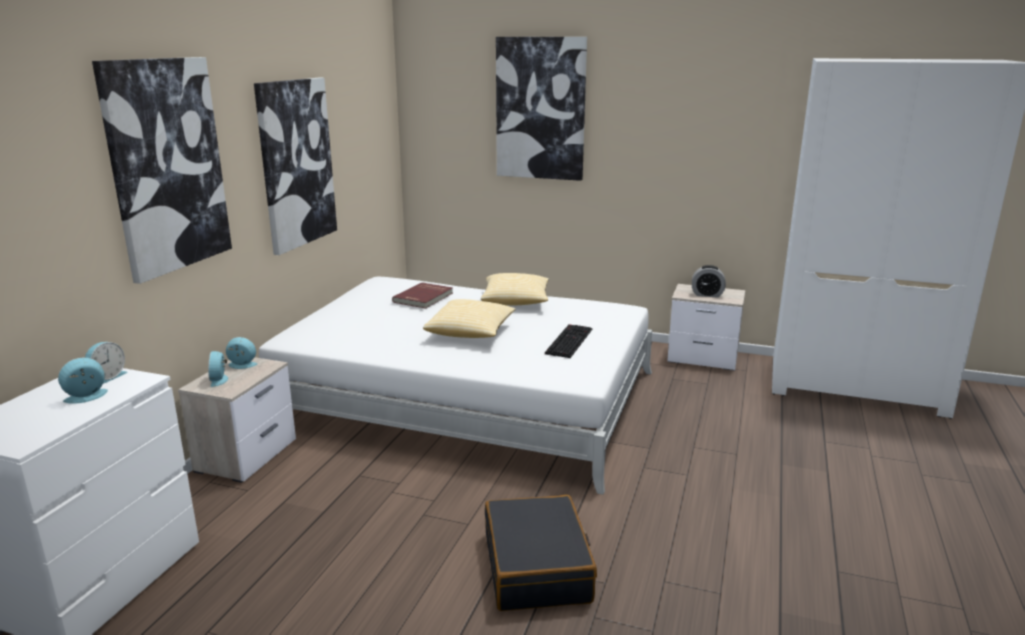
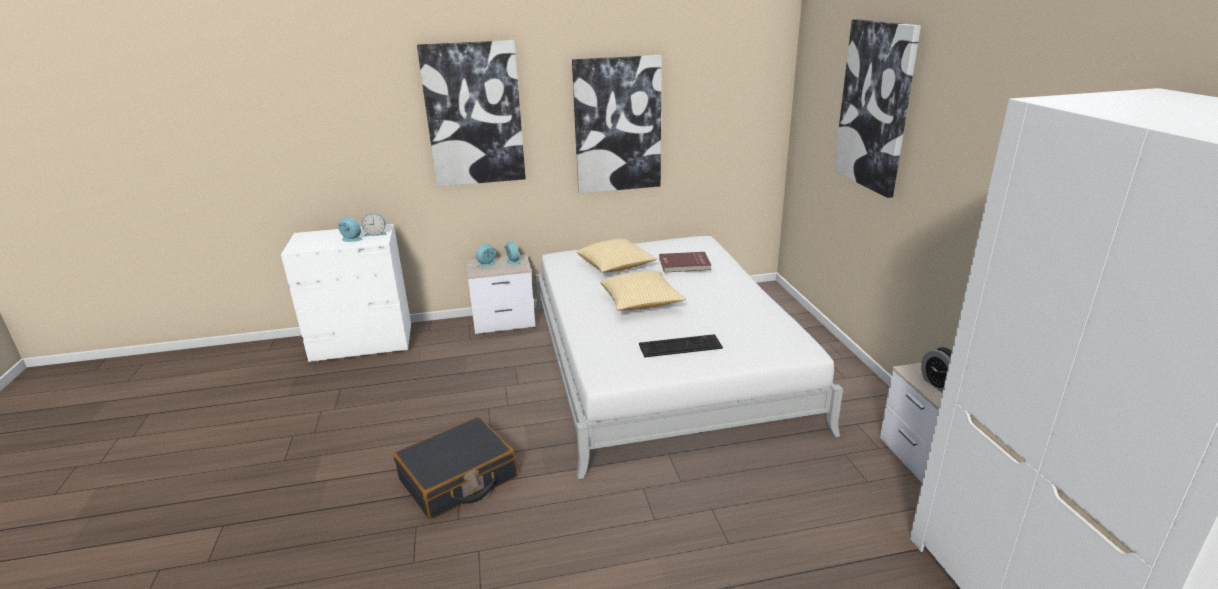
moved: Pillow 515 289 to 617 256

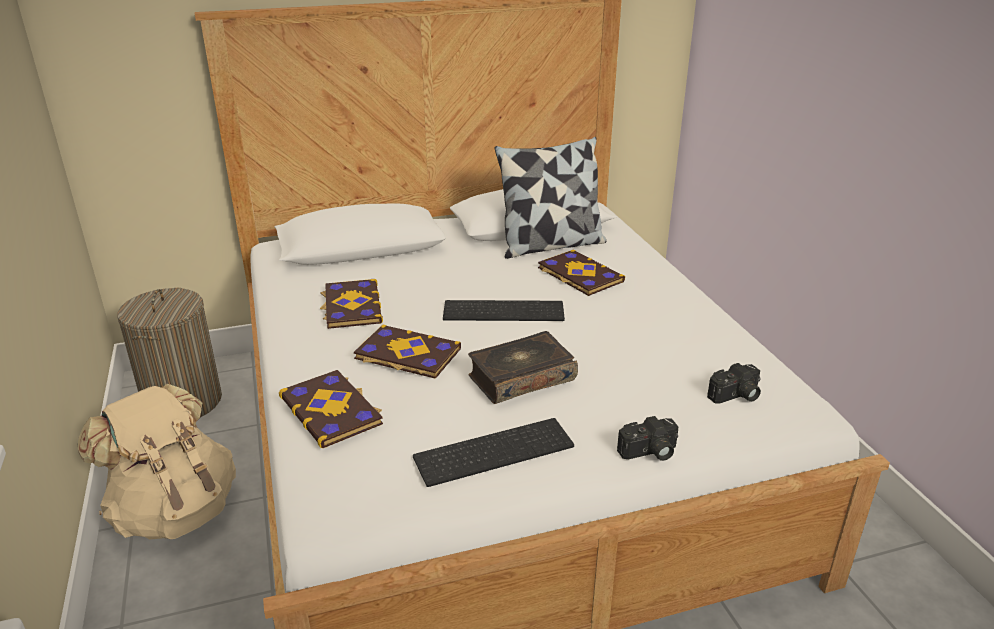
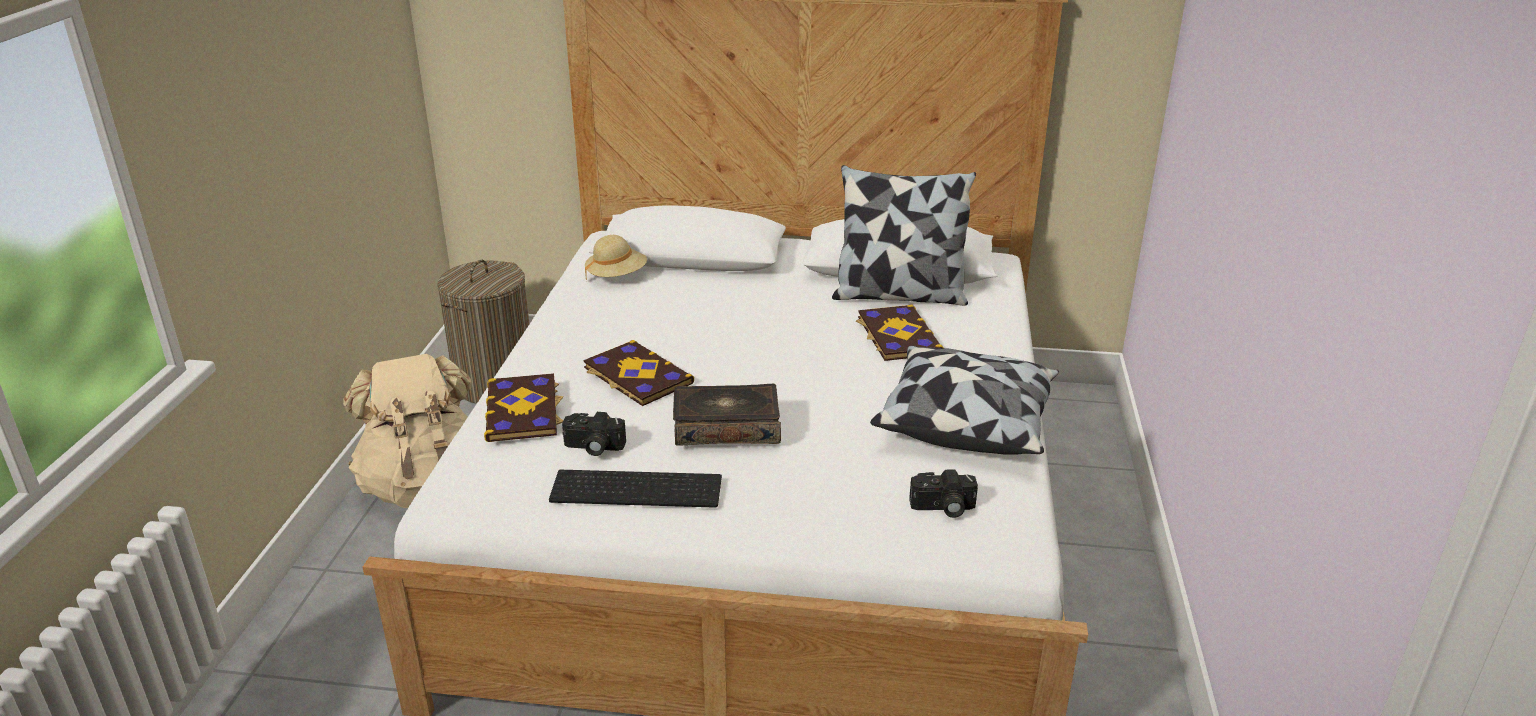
removed: Book 351 304; Keyboard 504 310
added: BeigeHat 616 257; Pillow 964 400
moved: PhotoCamera 648 438 to 594 434

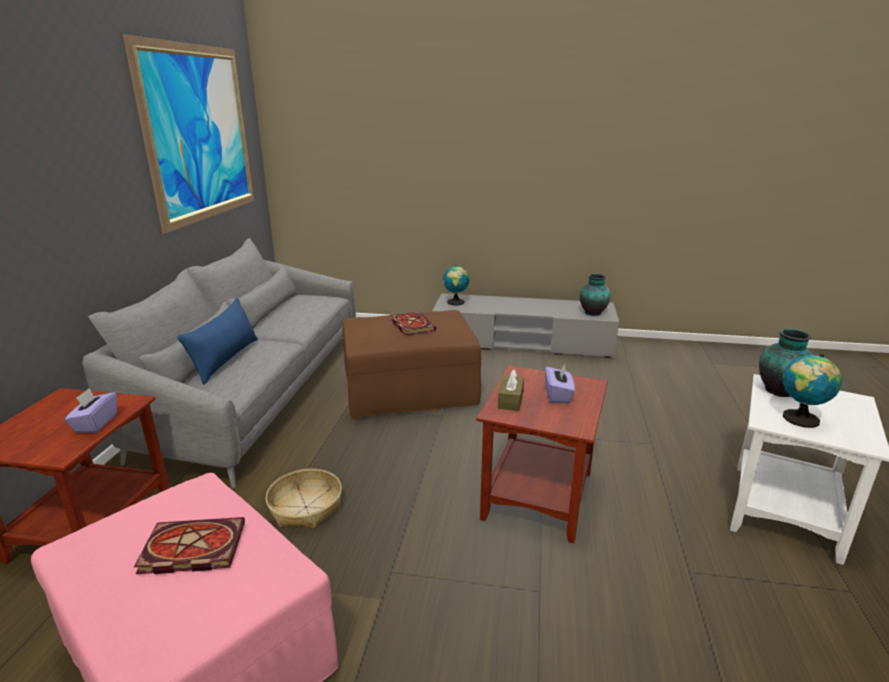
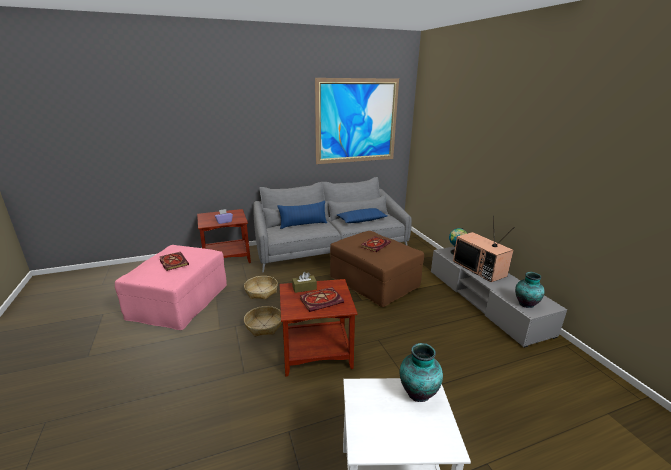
removed: Globe 812 391
added: Basket 263 321; BluePillow 362 215; Television 484 249
replaced: PurpleTissueBox 560 383 to Book 322 299

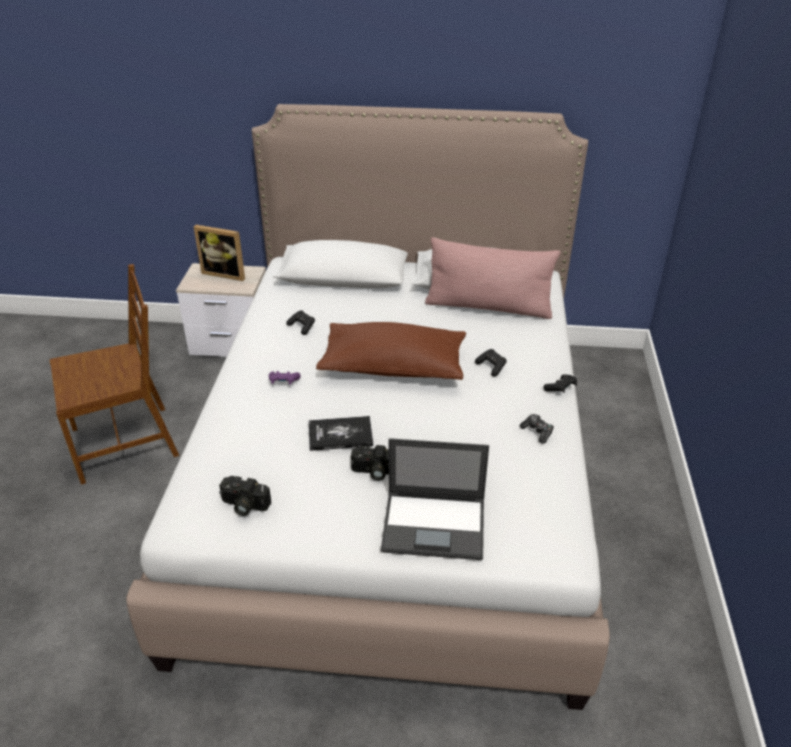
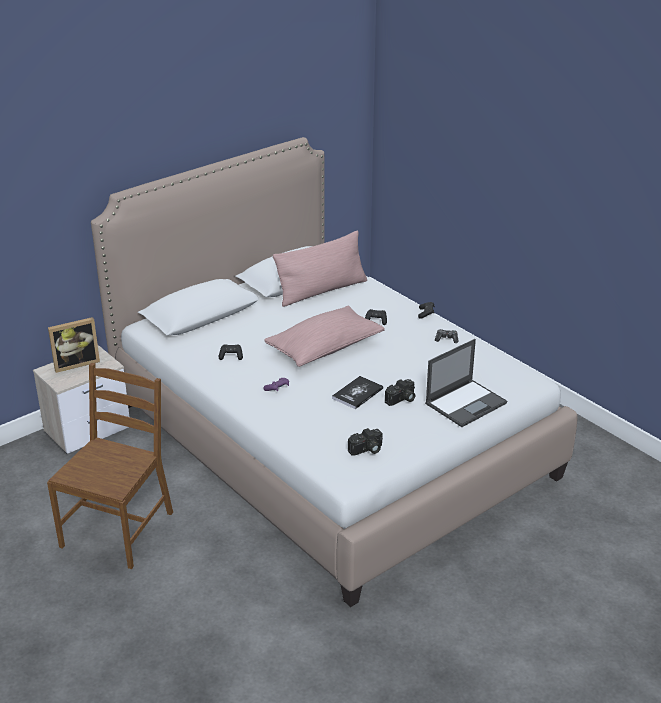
recoloured: BrownPillow 391 351 to PinkPillow 324 336

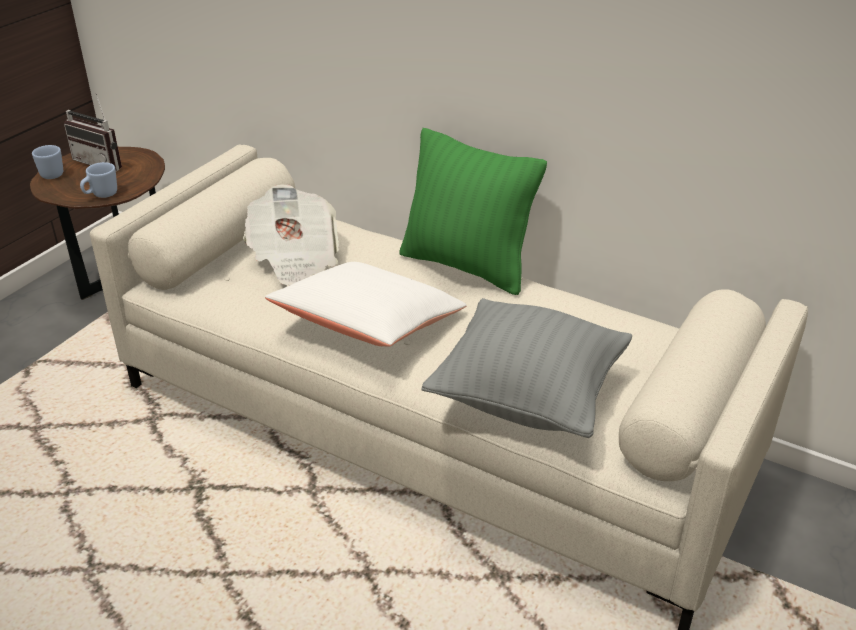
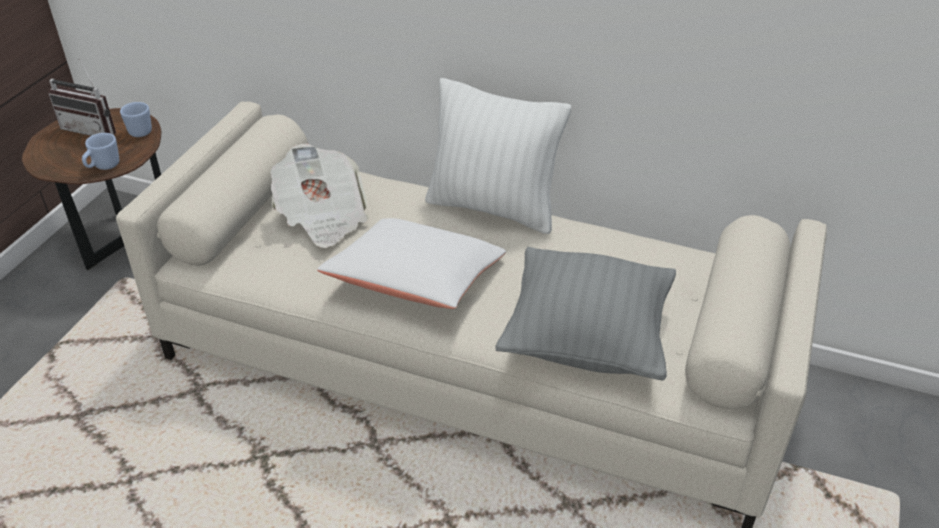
moved: BlueMug 47 162 to 136 119
recoloured: GreenPillow 473 211 to WhitePillow 498 156

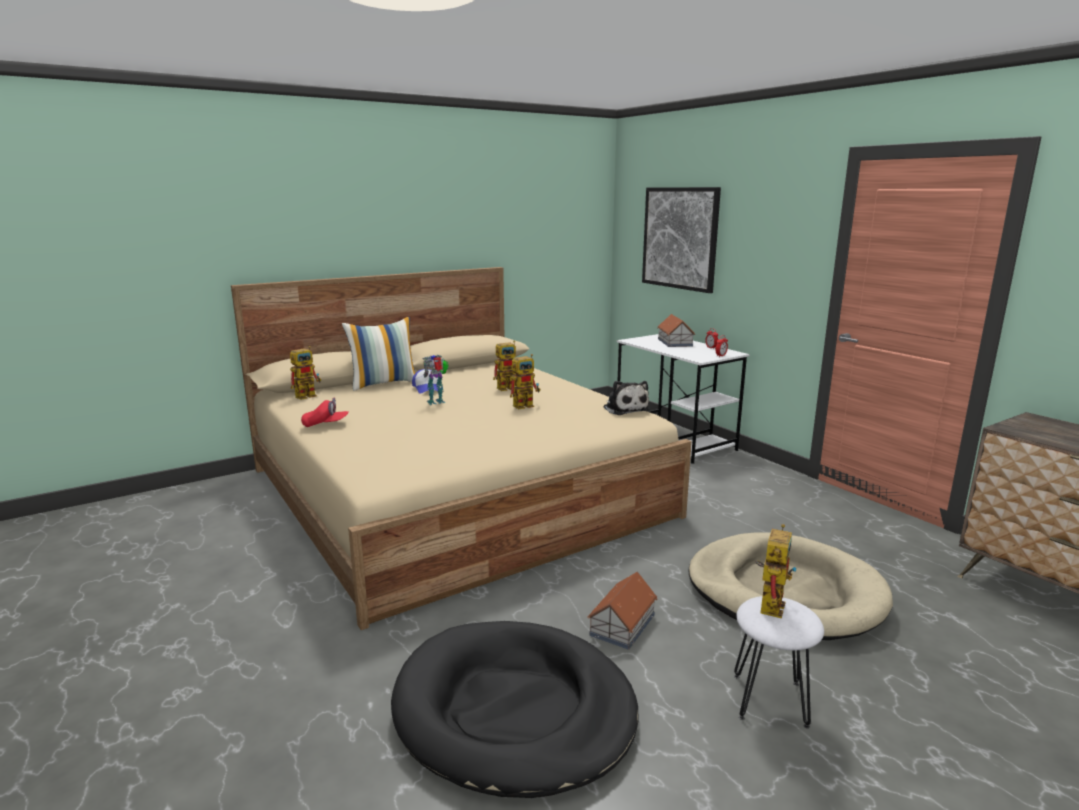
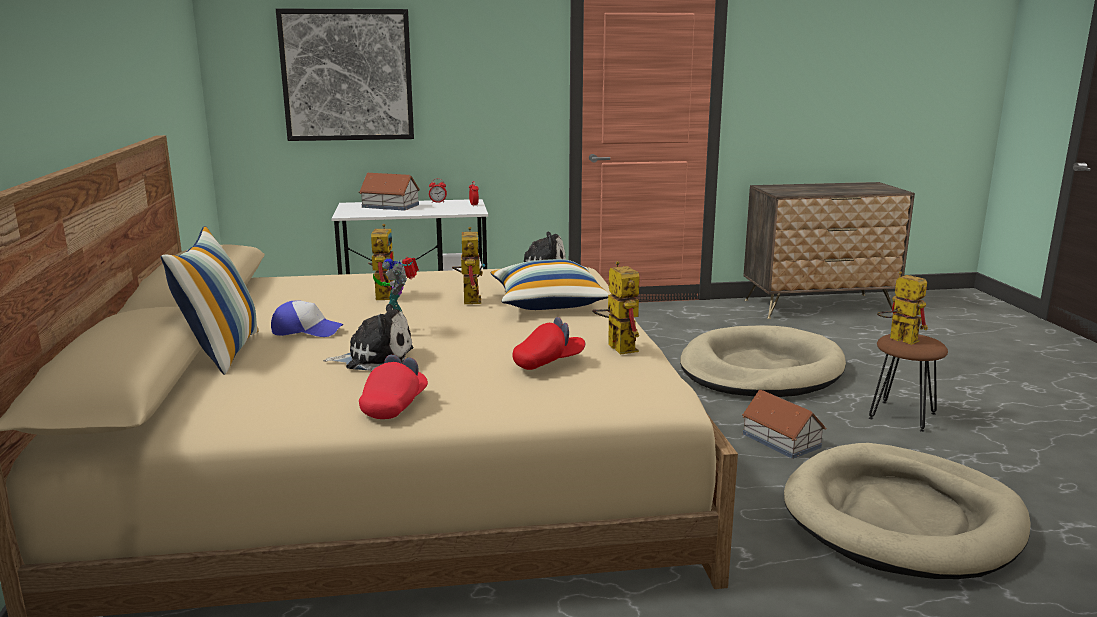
added: PlushToy 368 337; Pillow 550 284; RedCap 548 343
moved: ToyRobot 305 373 to 616 308
recoloured: BlackDogBed 514 709 to BeigeDogBed 907 511; WhiteStool 779 662 to BrownStool 908 383

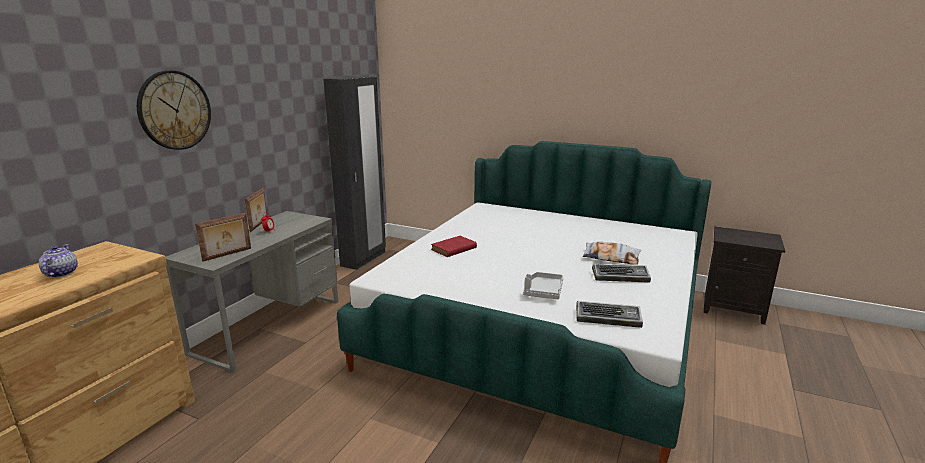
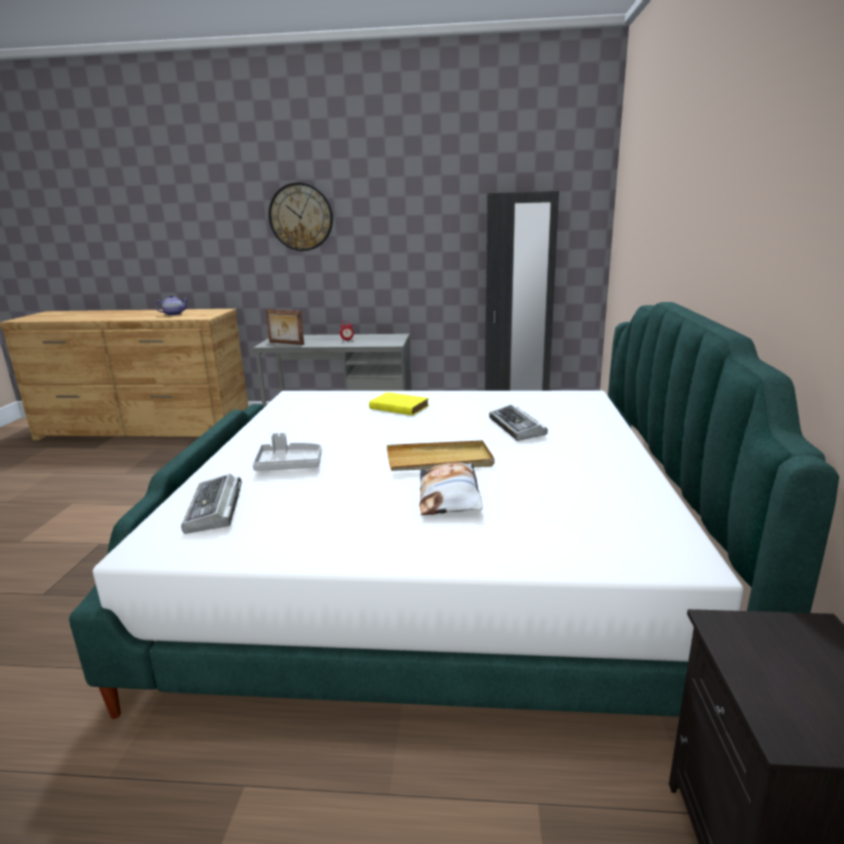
removed: PictureFrame 256 210
added: BeigeTray 440 455
moved: Keyboard 621 273 to 518 422
recoloured: RedBook 454 246 to YellowBook 399 404

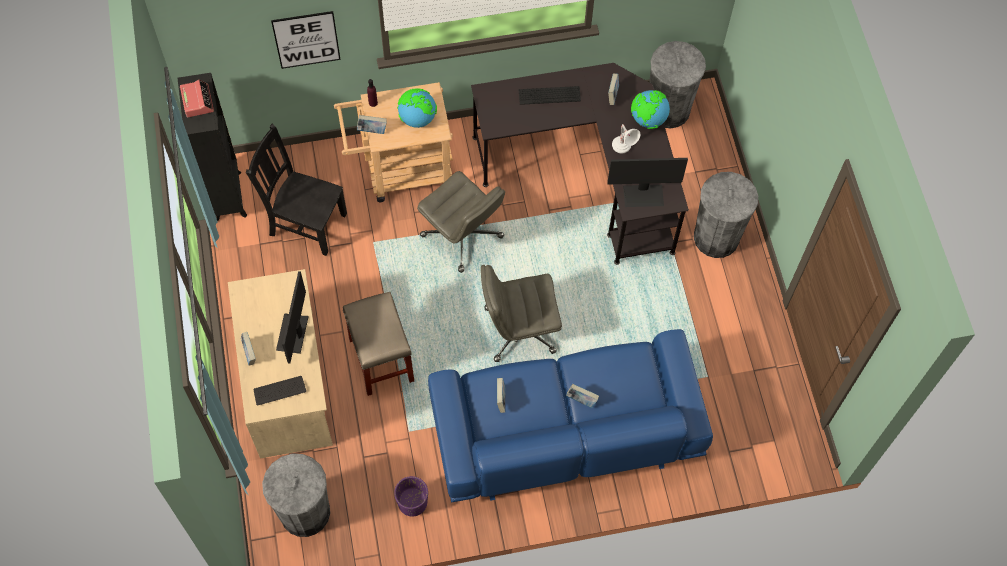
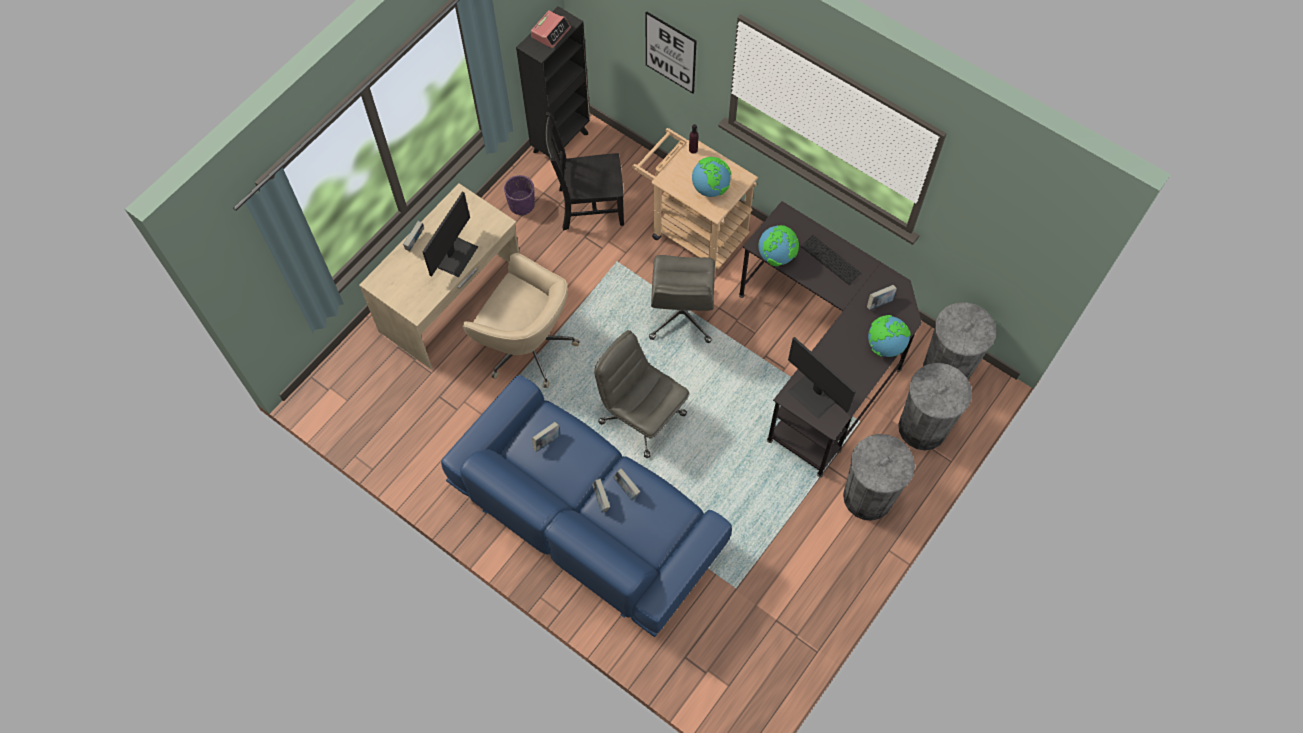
removed: Keyboard 280 391; WhiteTableLamp 626 139
added: Globe 778 245
moved: GreyTrashCan 296 495 to 935 406; Book 372 124 to 626 484; PurplePlanter 411 496 to 519 195
replaced: BeigeStool 378 344 to BeigeOfficeChair 521 320
turned: BlackChair 296 190 = 585 171 75 degrees counterclockwise; Monitor 292 317 = 450 234 150 degrees clockwise

